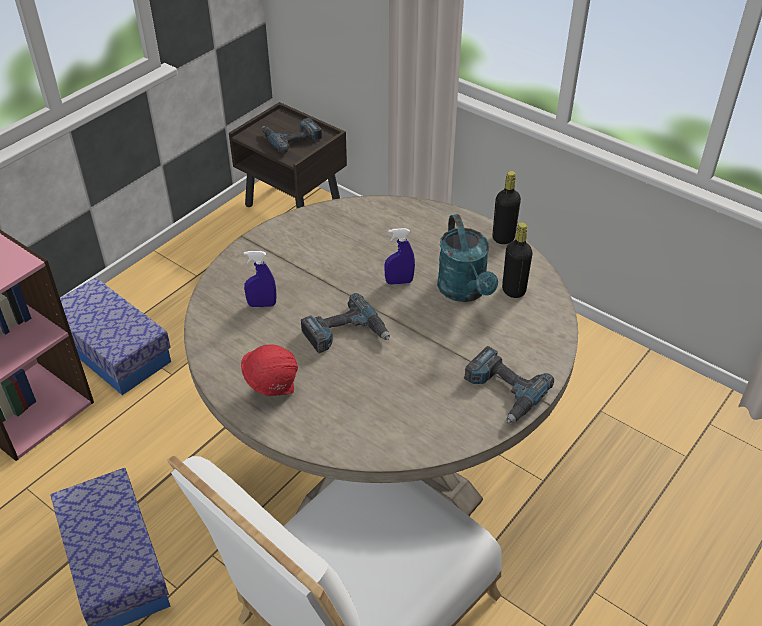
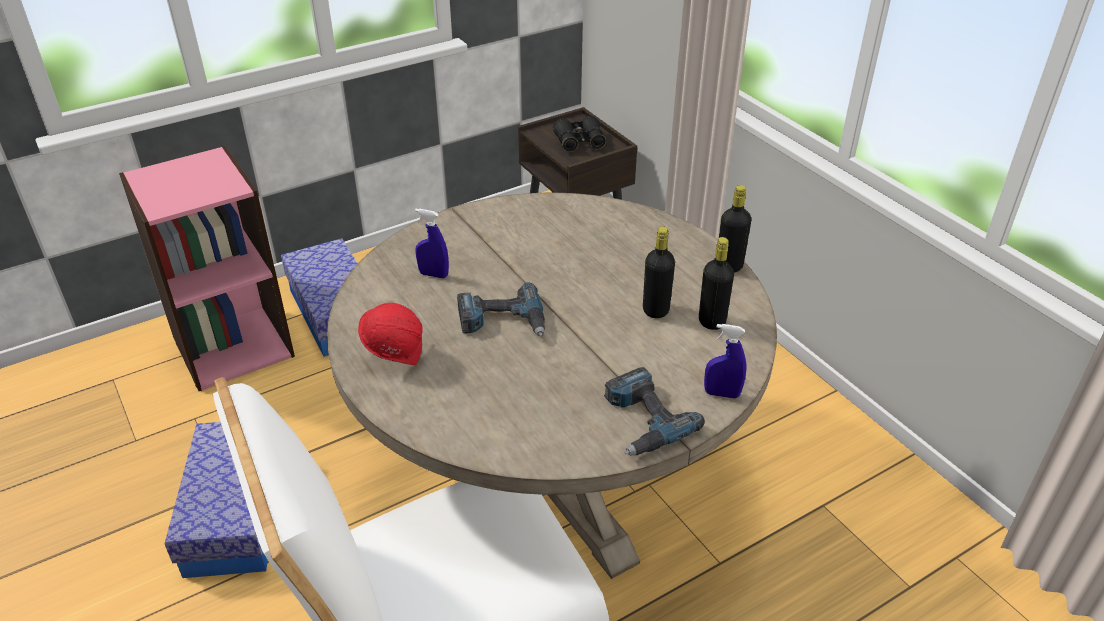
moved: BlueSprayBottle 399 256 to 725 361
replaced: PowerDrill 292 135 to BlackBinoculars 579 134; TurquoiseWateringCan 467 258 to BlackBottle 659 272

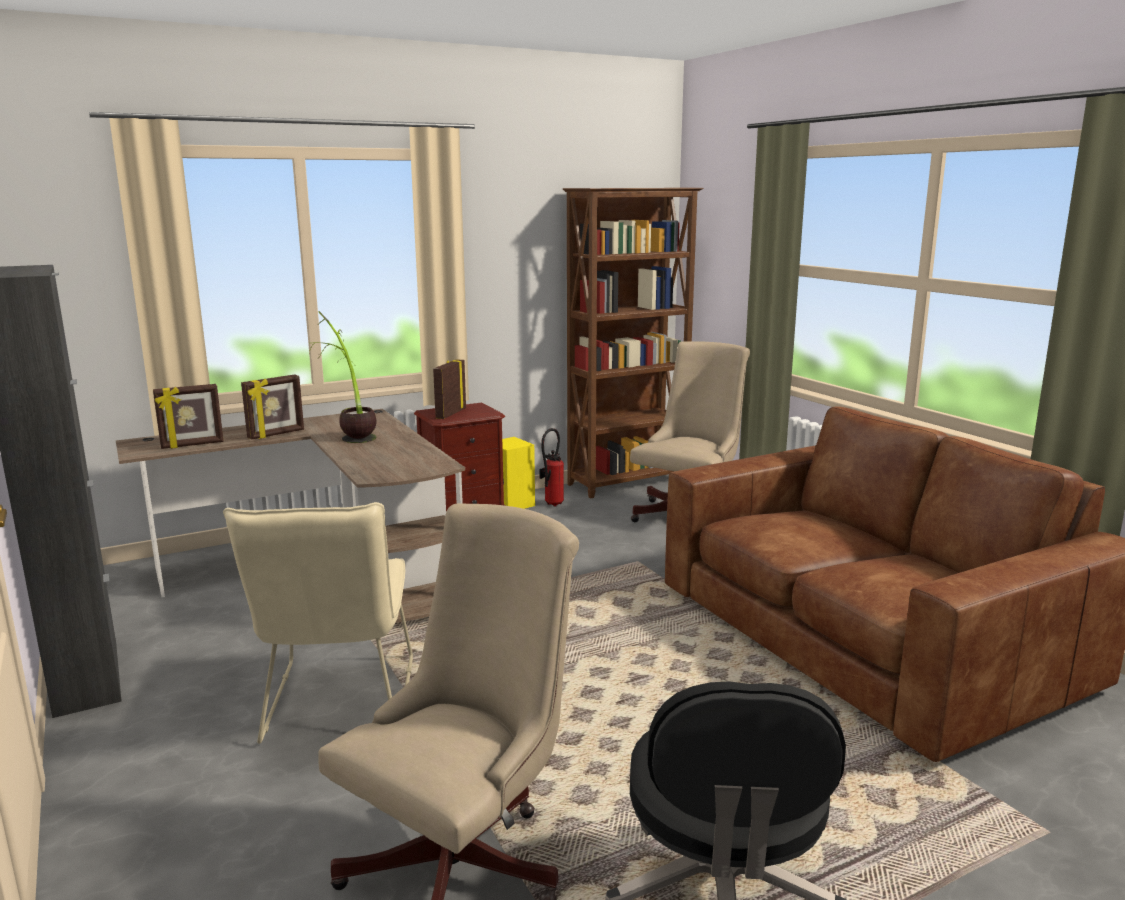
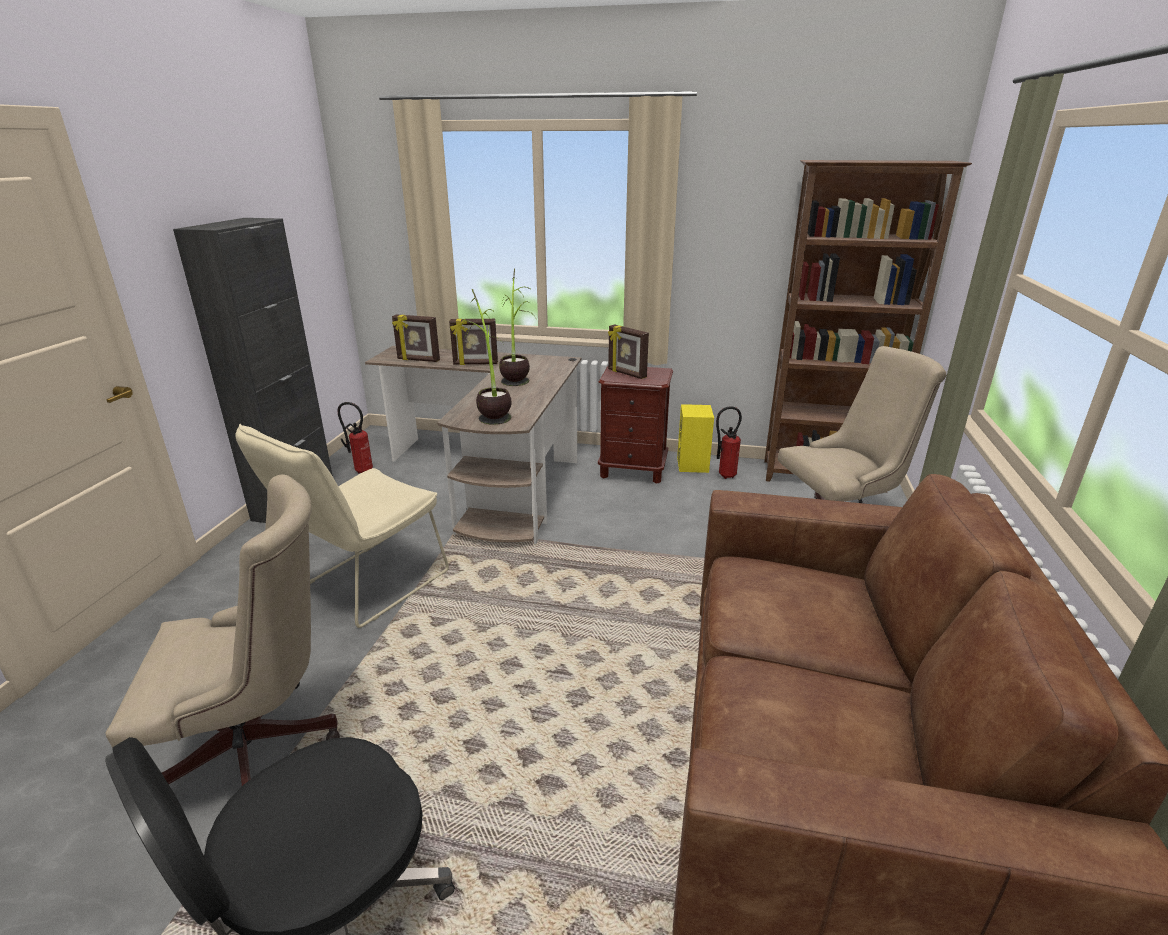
added: FireExtinguisher 355 438; PottedPlant 486 357
turned: PictureFrame 449 389 = 628 351 105 degrees counterclockwise

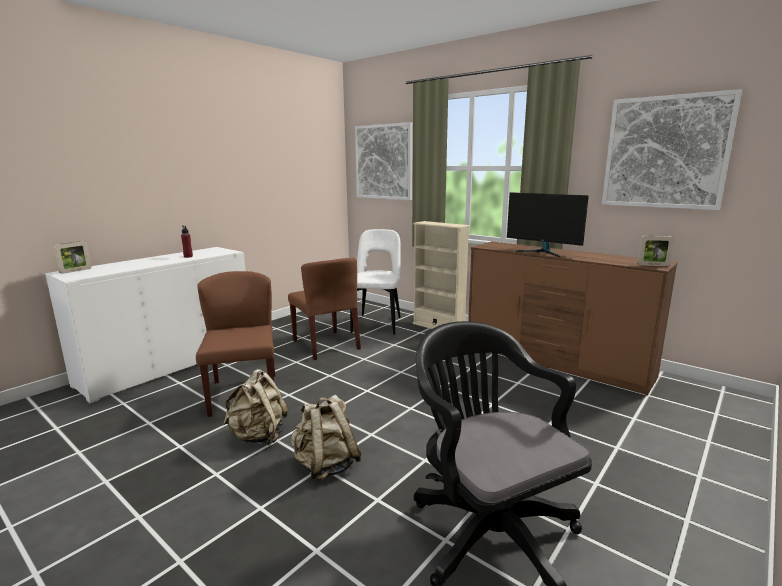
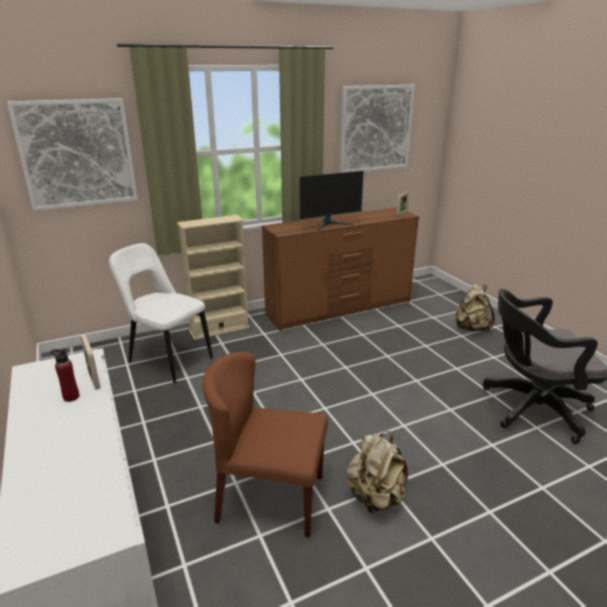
removed: BrownChair 324 309
moved: PictureFrame 72 257 to 90 362; BeigeBackpack 326 438 to 474 308

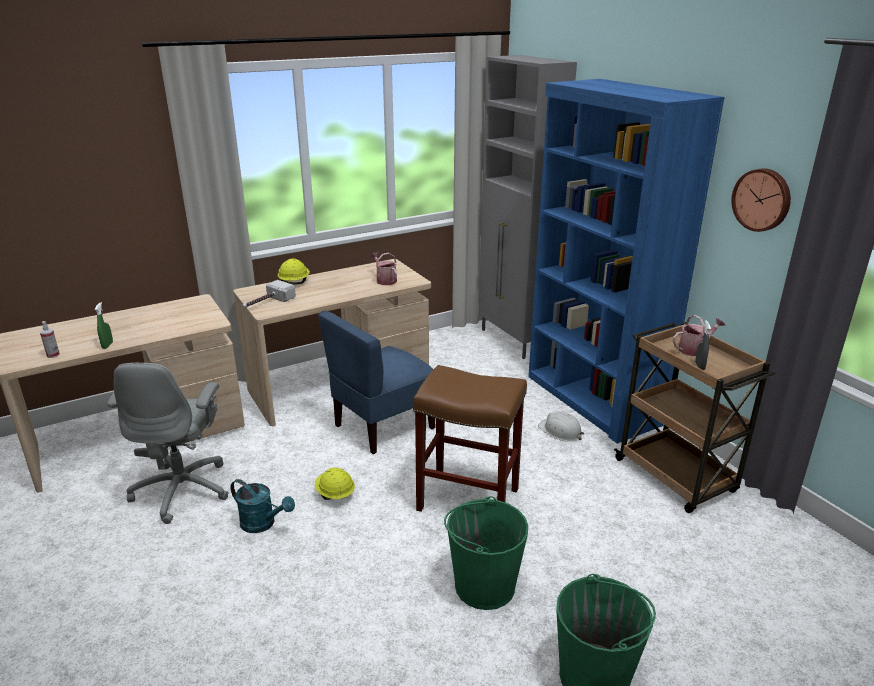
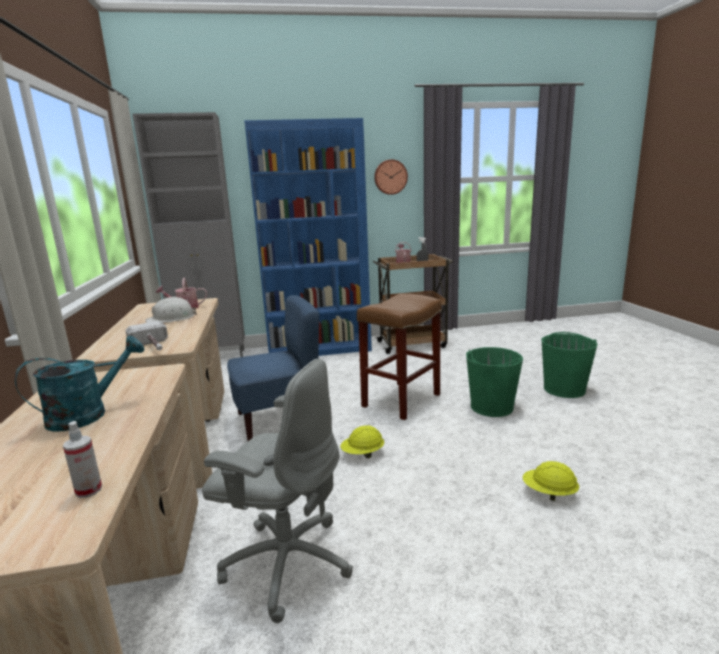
removed: GreenSprayBottle 104 325
moved: TurquoiseWateringCan 263 506 to 79 384; YellowHardHat 294 271 to 550 481; WhiteHardHat 561 427 to 170 309
turned: BlueChair 376 382 = 273 368 90 degrees counterclockwise

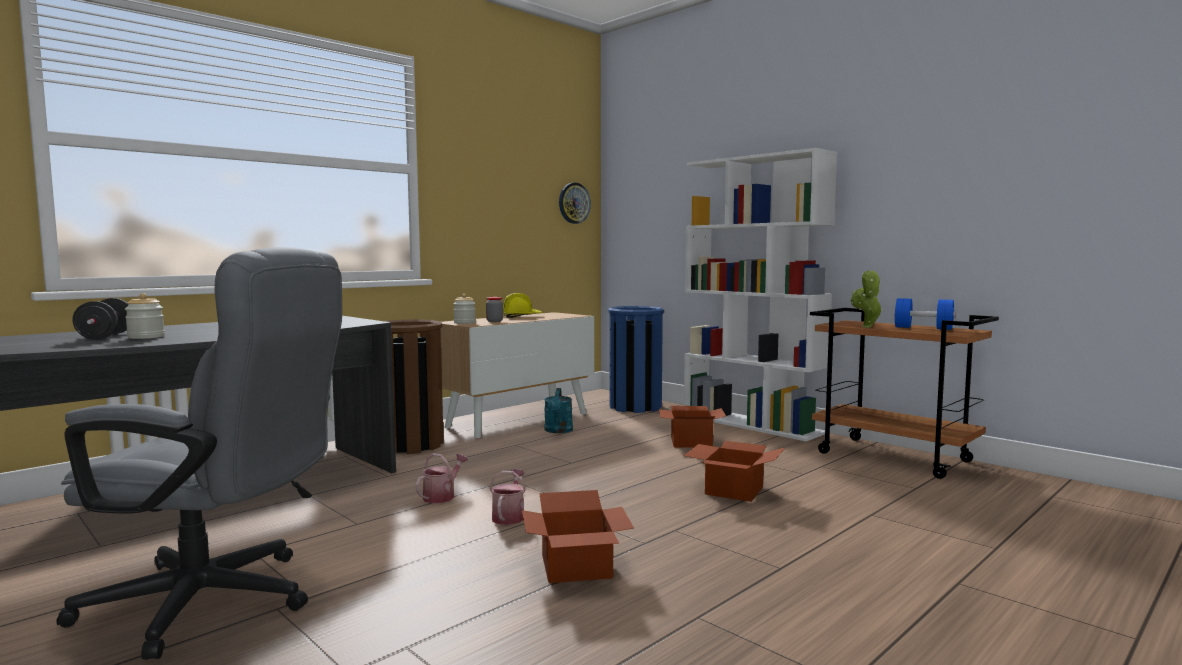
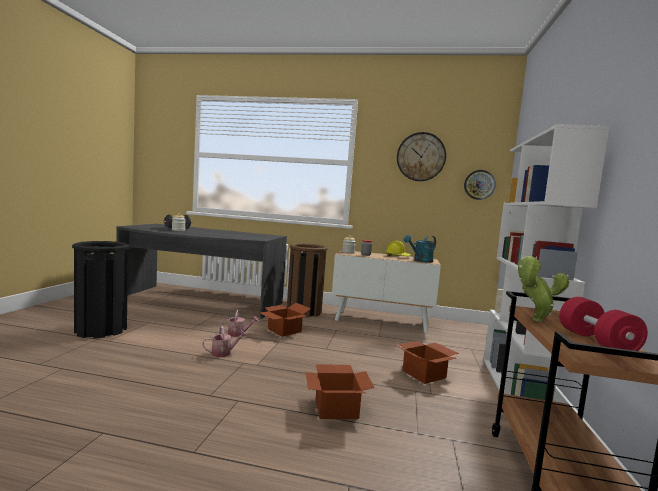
removed: BlueTrashCan 636 359
added: WallClock 421 156
moved: CardboardBox 578 536 to 285 320; TurquoiseWateringCan 558 410 to 420 249
replaced: GreyOfficeChair 199 453 to BlackTrashCan 101 289
recoloured: BlueDumbbell 925 314 to RedDumbbell 603 324

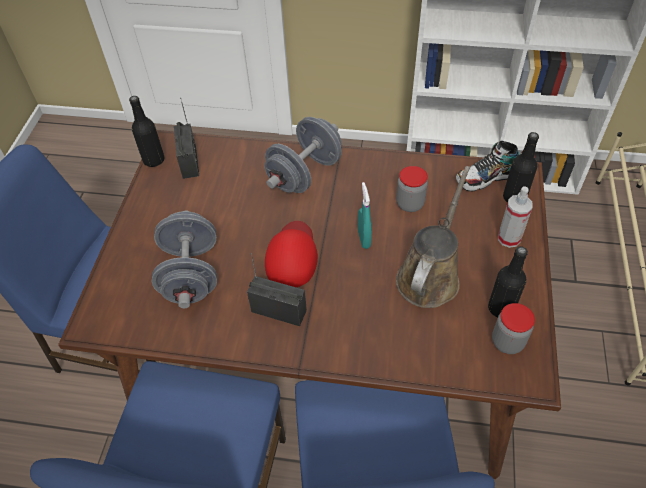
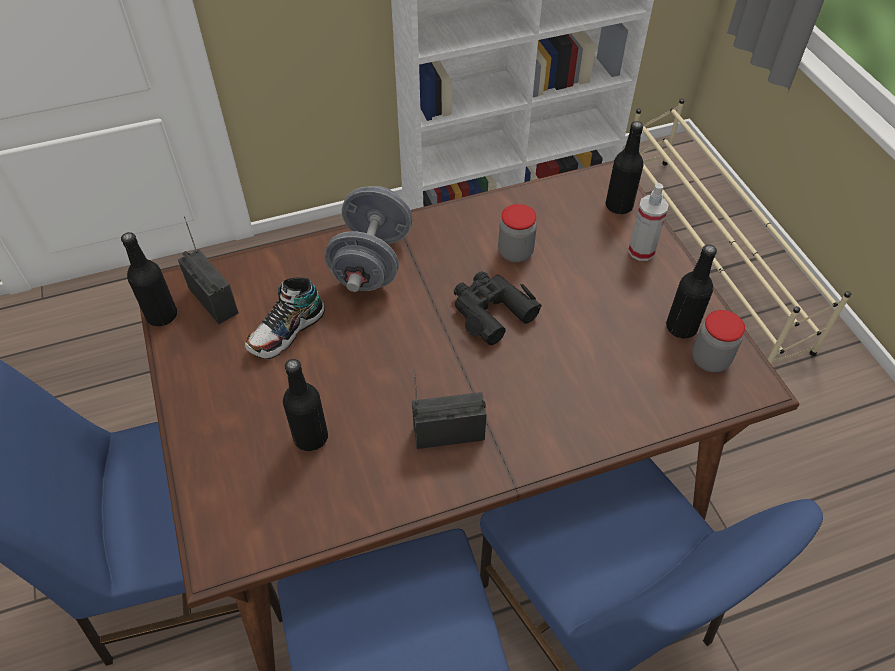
removed: RedCap 291 254; BrownWateringCan 433 237
moved: Shoe 487 166 to 285 318
replaced: GreyDumbbell 184 259 to BlackBottle 305 405; TurquoiseSprayBottle 365 215 to BlackBinoculars 498 308

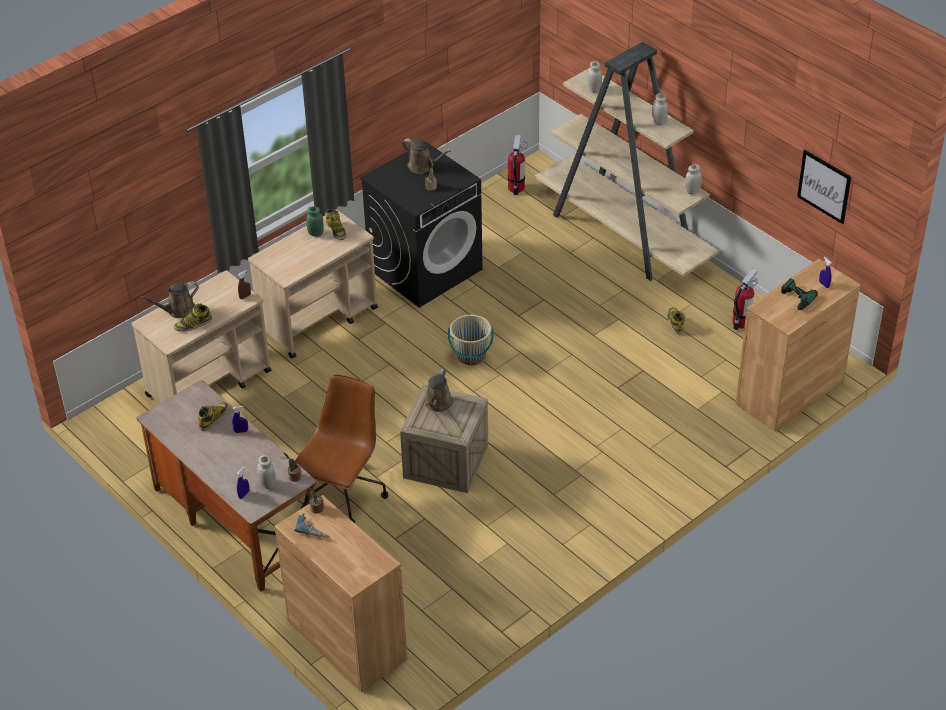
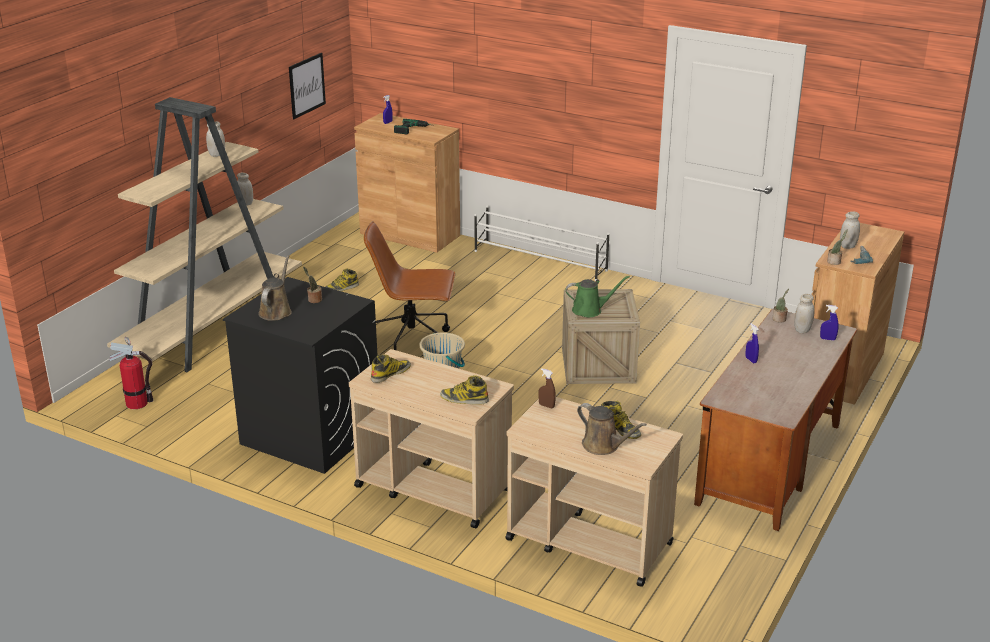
removed: GreenJar 315 221; FireExtinguisher 745 299
added: WhiteShoeRack 542 243
moved: Boot 213 416 to 464 390; BrownOfficeChair 341 448 to 409 285; WhiteJar 594 77 to 850 230
recoloured: BrownWateringCan 439 390 to GreenWateringCan 598 296

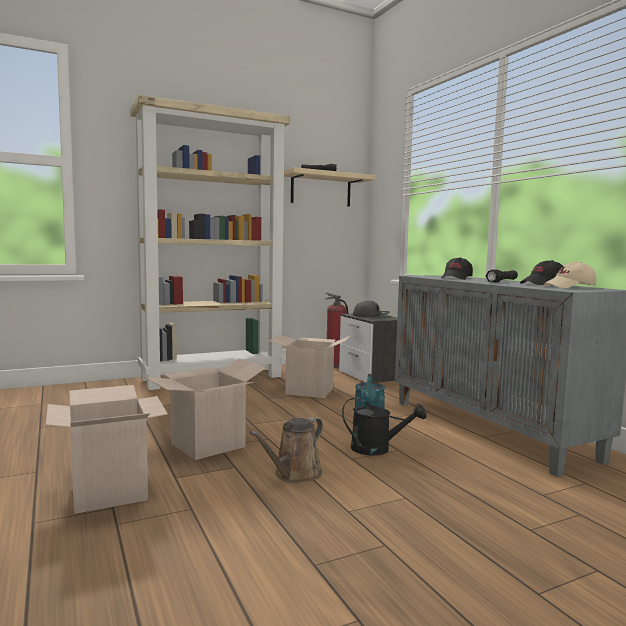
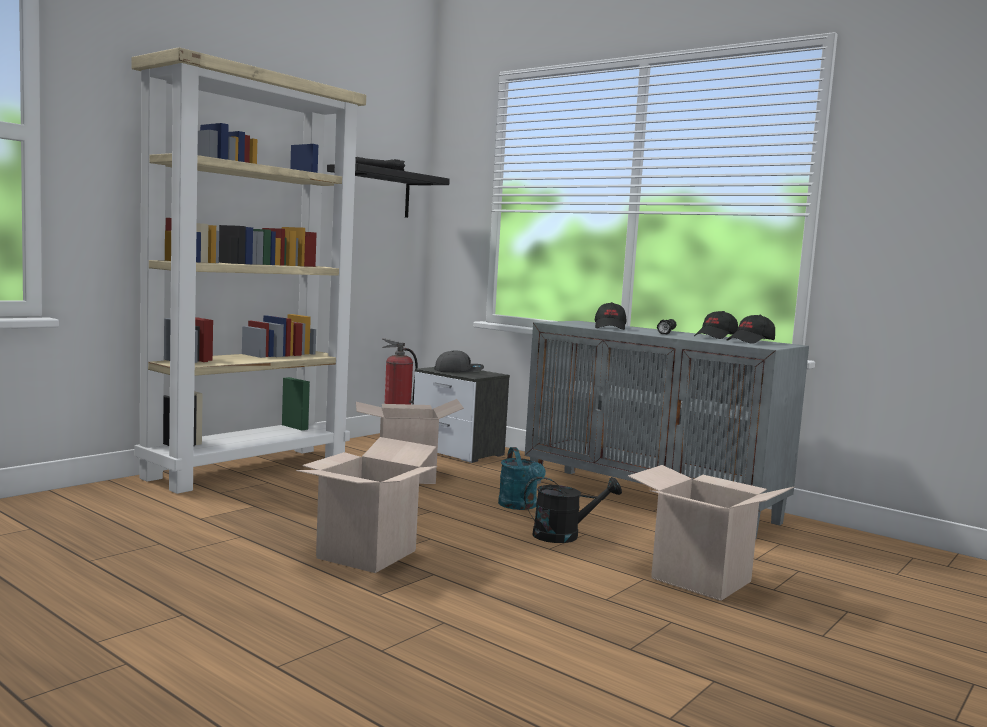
removed: BrownWateringCan 286 450
moved: CardboardBox 107 449 to 711 533
recoloured: BeigeShelf 329 187 to BlackShelf 388 190; BeigeCap 569 274 to BlackCap 751 329

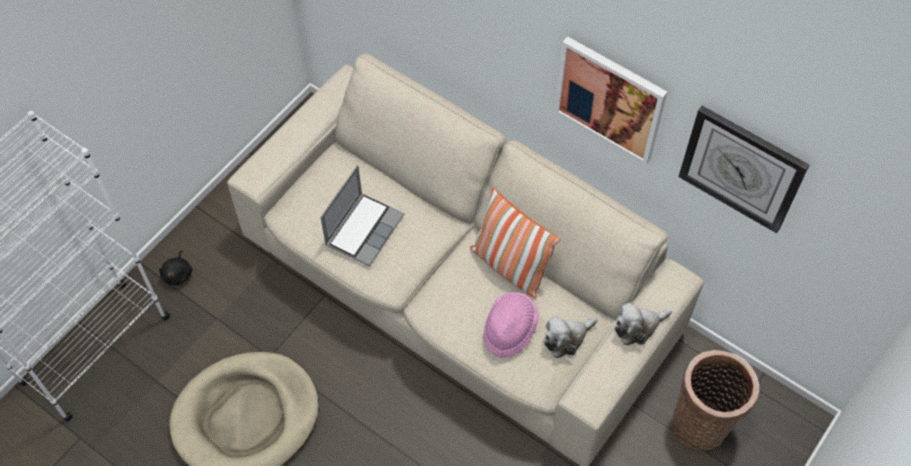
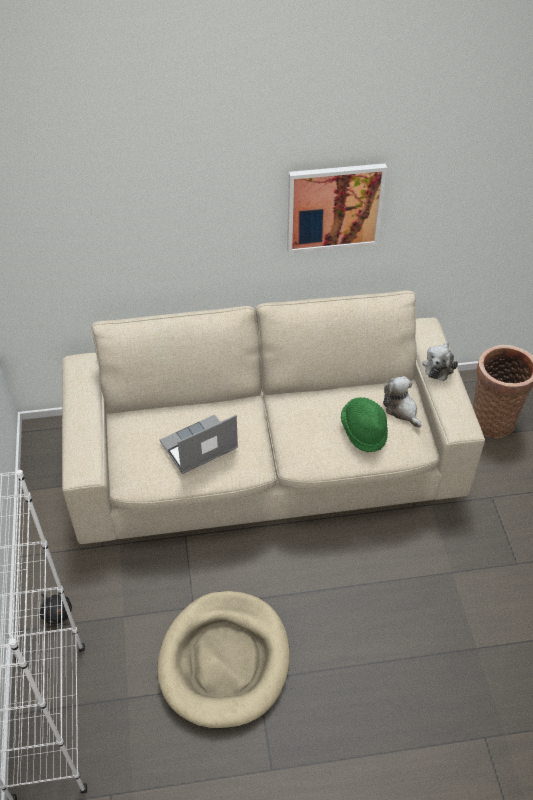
removed: Pillow 515 243; WallClock 744 170
recoloured: PinkHat 511 325 to GreenHat 364 424
turned: Laptop 362 215 = 199 444 105 degrees counterclockwise; PlushToy 571 337 = 402 402 135 degrees clockwise

